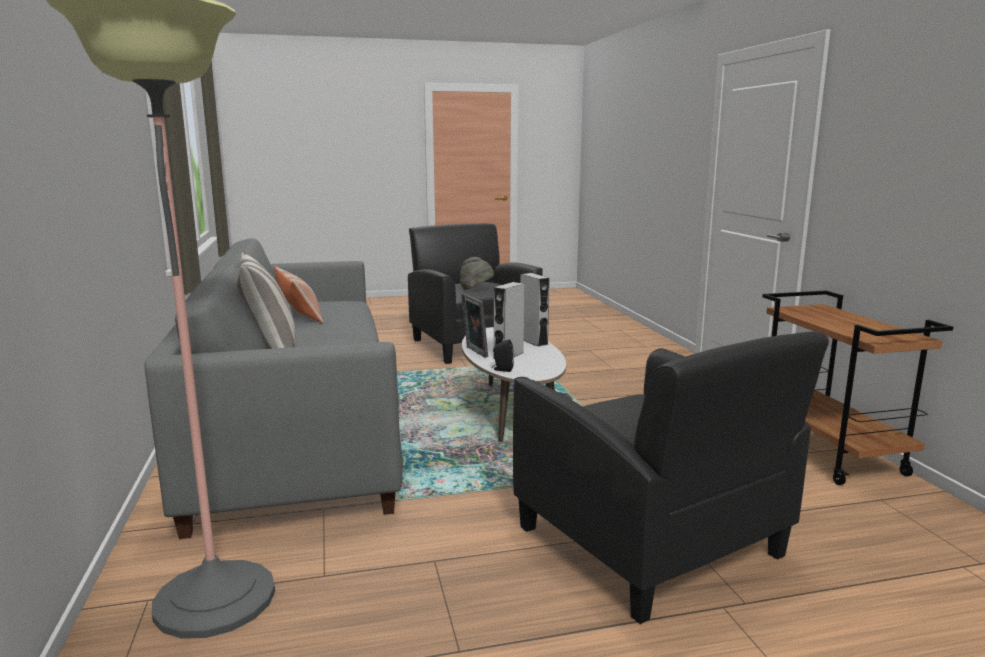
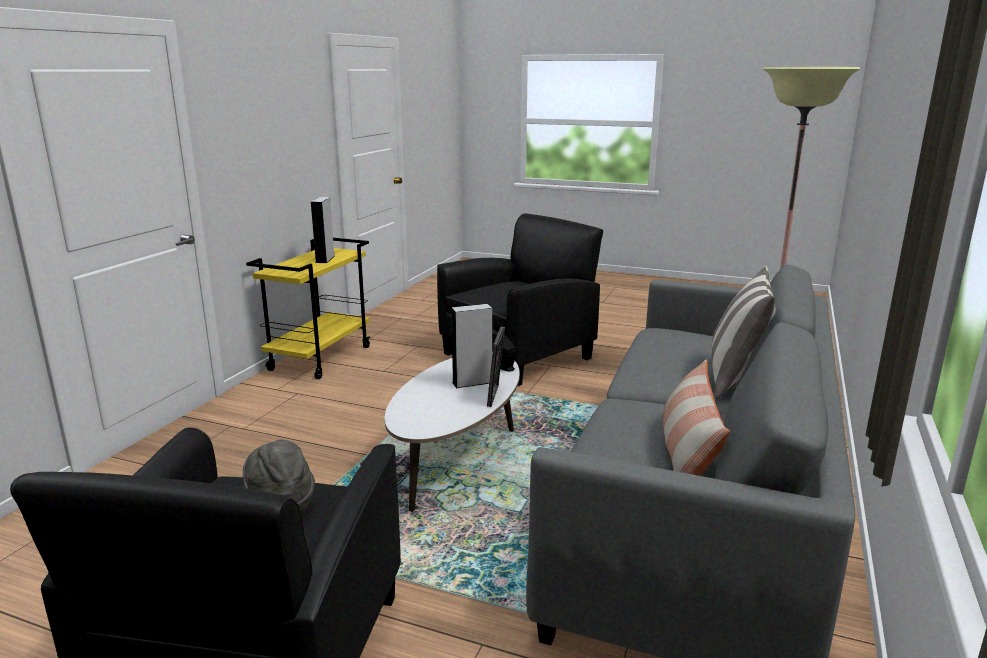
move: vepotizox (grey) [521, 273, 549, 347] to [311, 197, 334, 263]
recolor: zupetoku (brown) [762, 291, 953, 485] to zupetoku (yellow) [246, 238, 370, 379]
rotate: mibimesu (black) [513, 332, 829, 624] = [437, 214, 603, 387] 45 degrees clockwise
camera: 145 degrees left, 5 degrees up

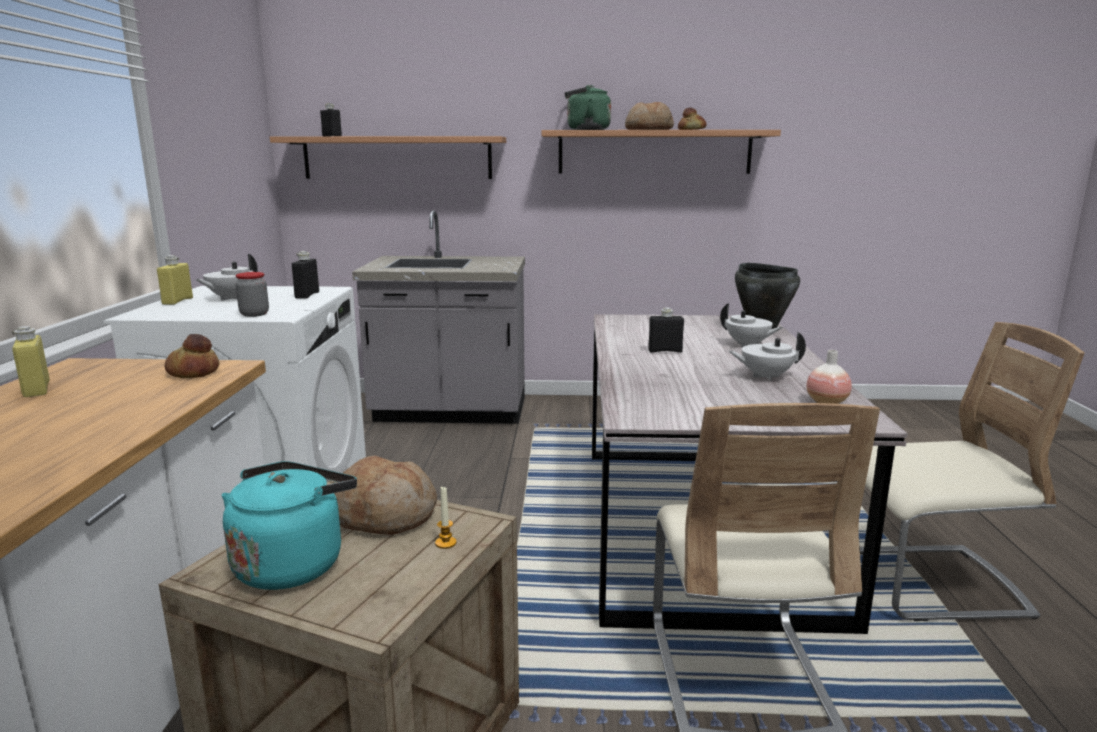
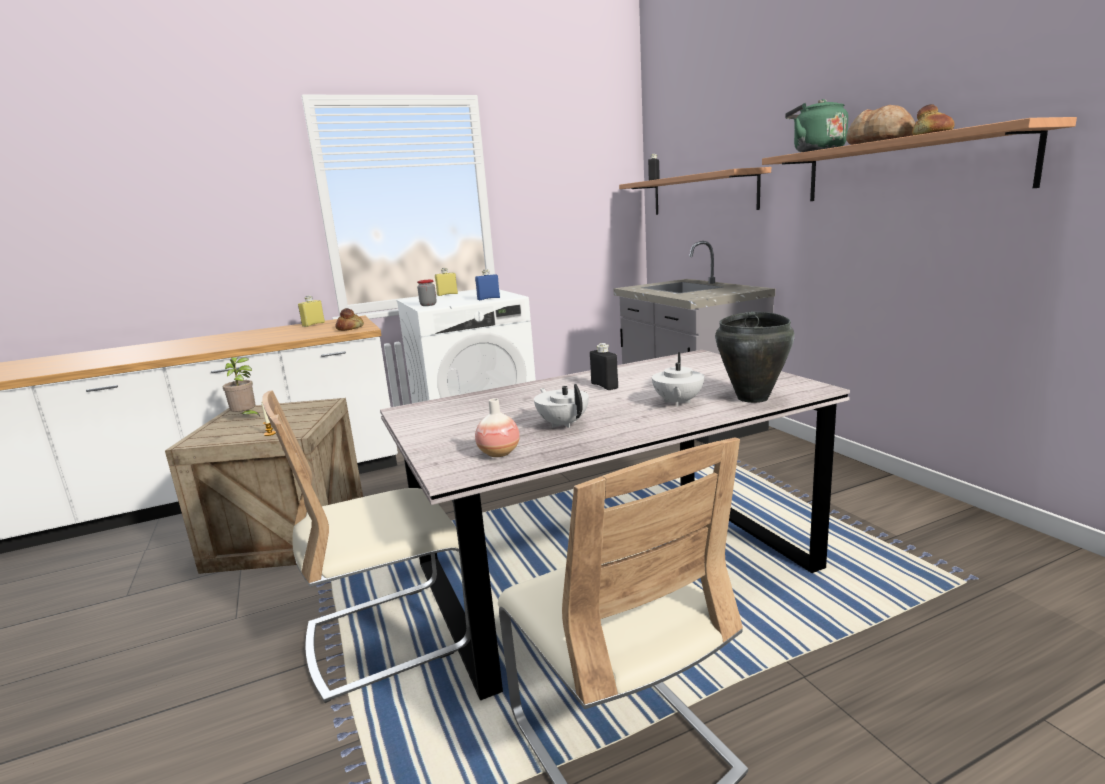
delete: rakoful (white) [195, 254, 258, 301]; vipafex [334, 456, 437, 535]
replace: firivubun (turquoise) [222, 461, 357, 590] to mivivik [223, 357, 260, 416]
recolor: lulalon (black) [292, 251, 319, 299] to lulalon (blue) [475, 269, 500, 300]
camera: 65 degrees right, 0 degrees up

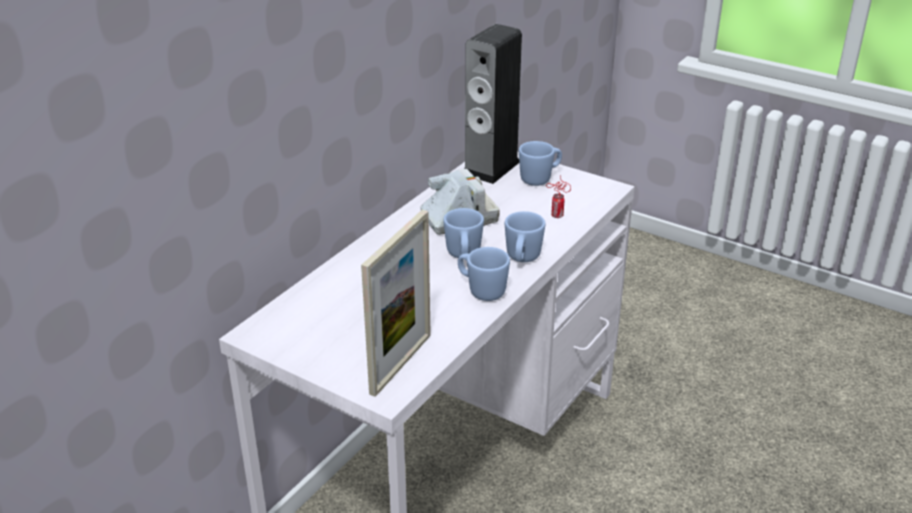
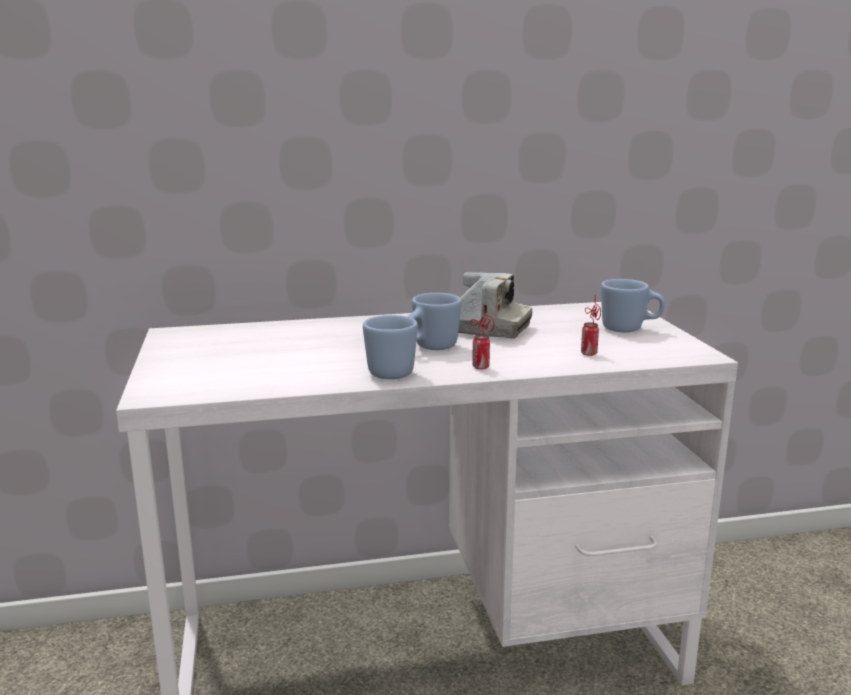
delete: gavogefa [361, 210, 431, 397]; vepotizox [464, 24, 522, 184]
replace: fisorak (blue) [505, 211, 545, 262] to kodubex [470, 305, 494, 370]
camera: 45 degrees right, 15 degrees down

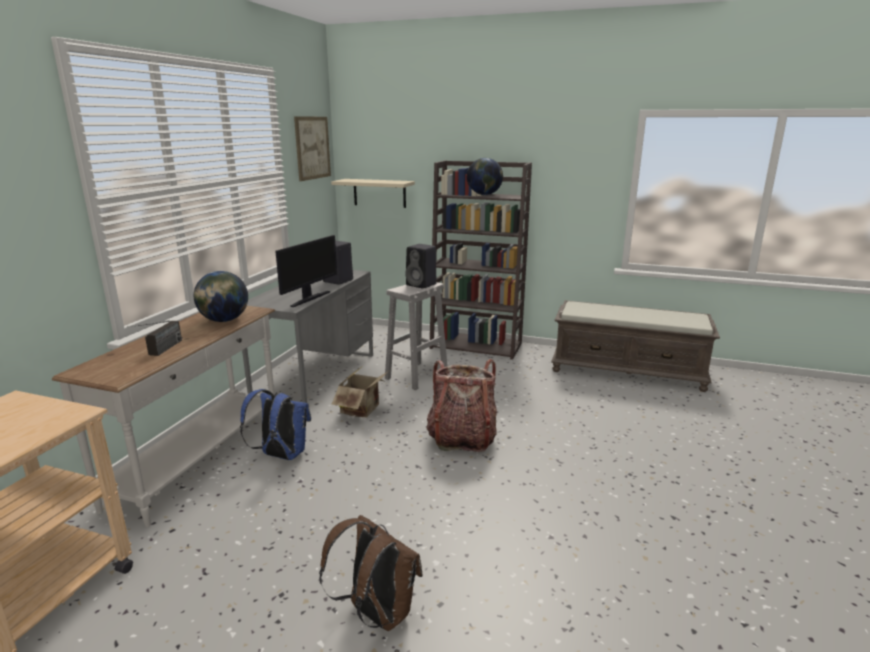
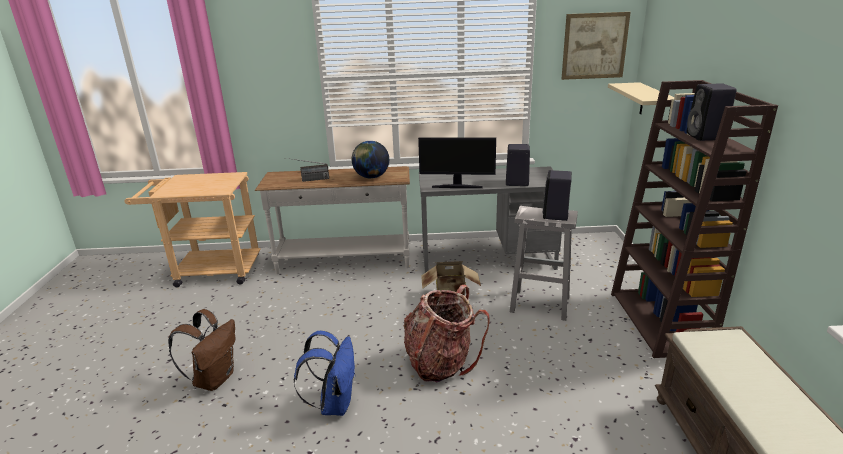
move: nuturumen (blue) [240, 389, 311, 460] to [294, 331, 356, 416]
replace: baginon [467, 158, 503, 195] to vepotizox (black) [687, 83, 737, 141]
camera: 70 degrees right, 5 degrees up

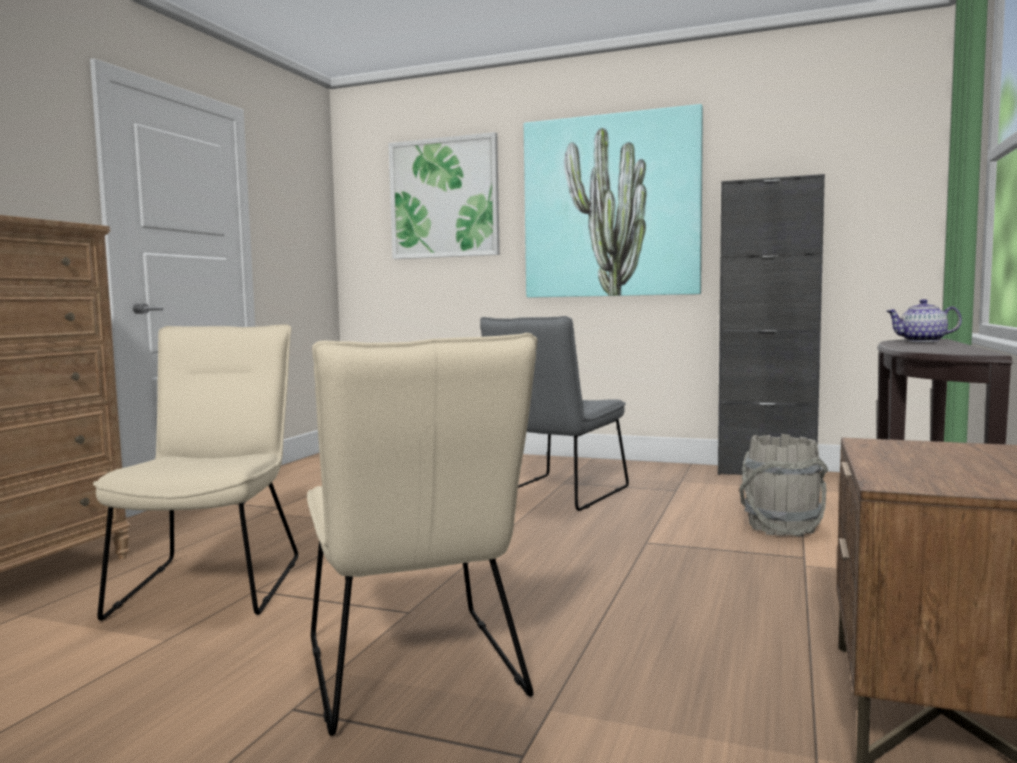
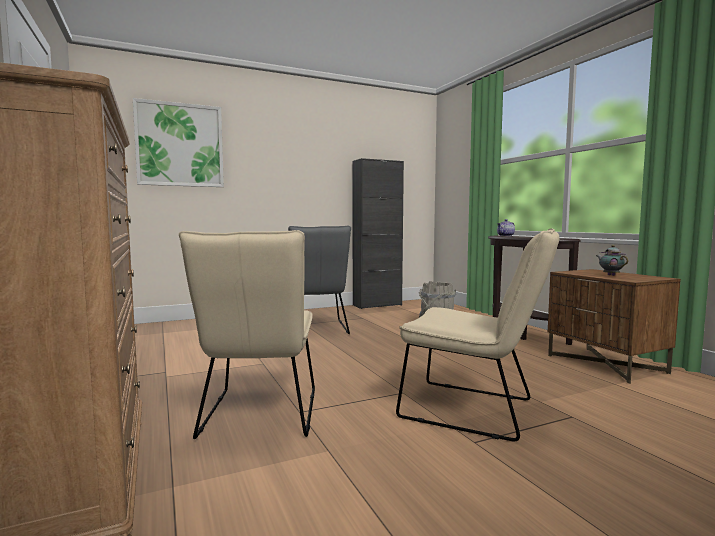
delete: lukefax [524, 104, 703, 298]
insert: rakoful [596, 245, 628, 276]
rotate: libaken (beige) [93, 324, 298, 621] = [179, 230, 315, 439] 135 degrees counterclockwise
camera: 45 degrees left, 0 degrees up

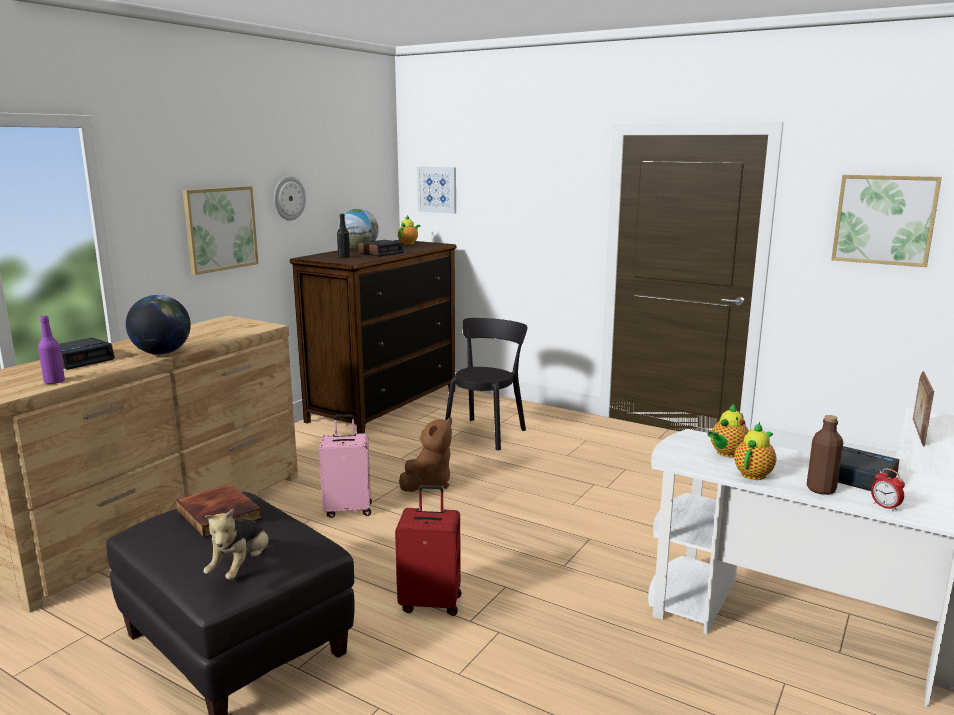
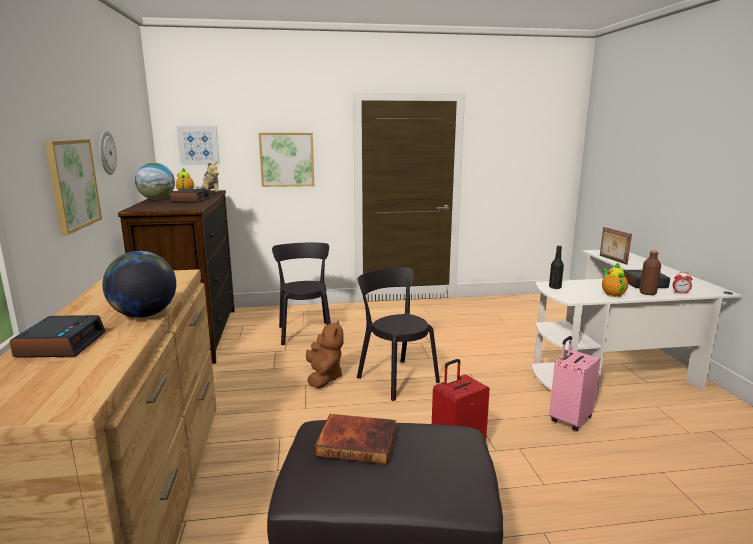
delete: lulalon (purple) [38, 316, 65, 384]; rakoful [708, 403, 749, 457]
insert: libaken (black) [357, 267, 440, 401]
move: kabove [203, 509, 269, 580] to [198, 162, 220, 192]; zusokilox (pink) [319, 414, 372, 518] to [549, 336, 601, 431]; lulalon (black) [337, 214, 350, 258] to [549, 245, 564, 289]; lukefax [831, 175, 942, 267] to [259, 133, 314, 187]
camera: 40 degrees left, 0 degrees up

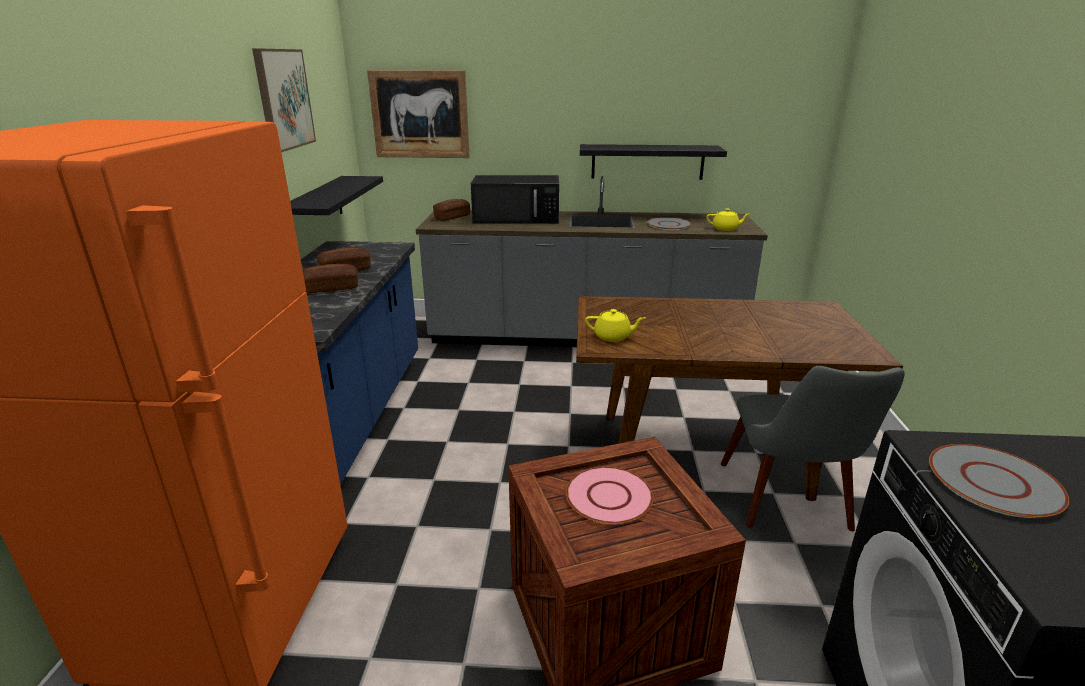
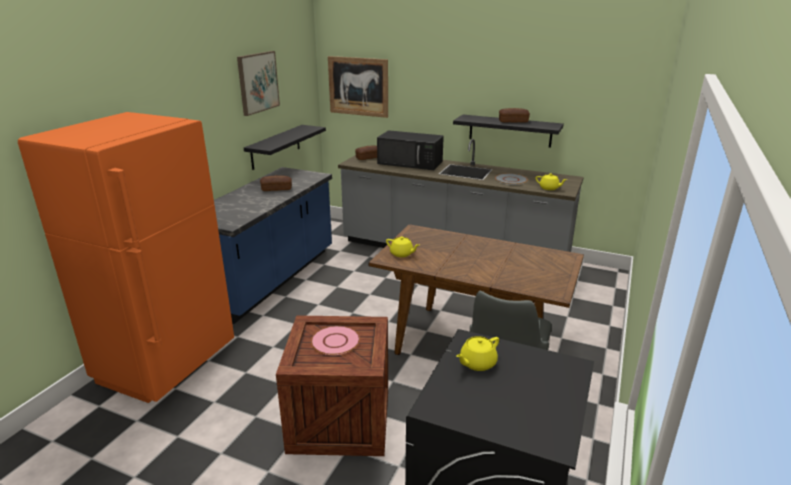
move: vipafex [303, 264, 358, 293] to [499, 108, 530, 123]
replace: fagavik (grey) [929, 444, 1069, 518] to rakoful (yellow) [456, 336, 499, 371]
camera: 20 degrees right, 0 degrees up

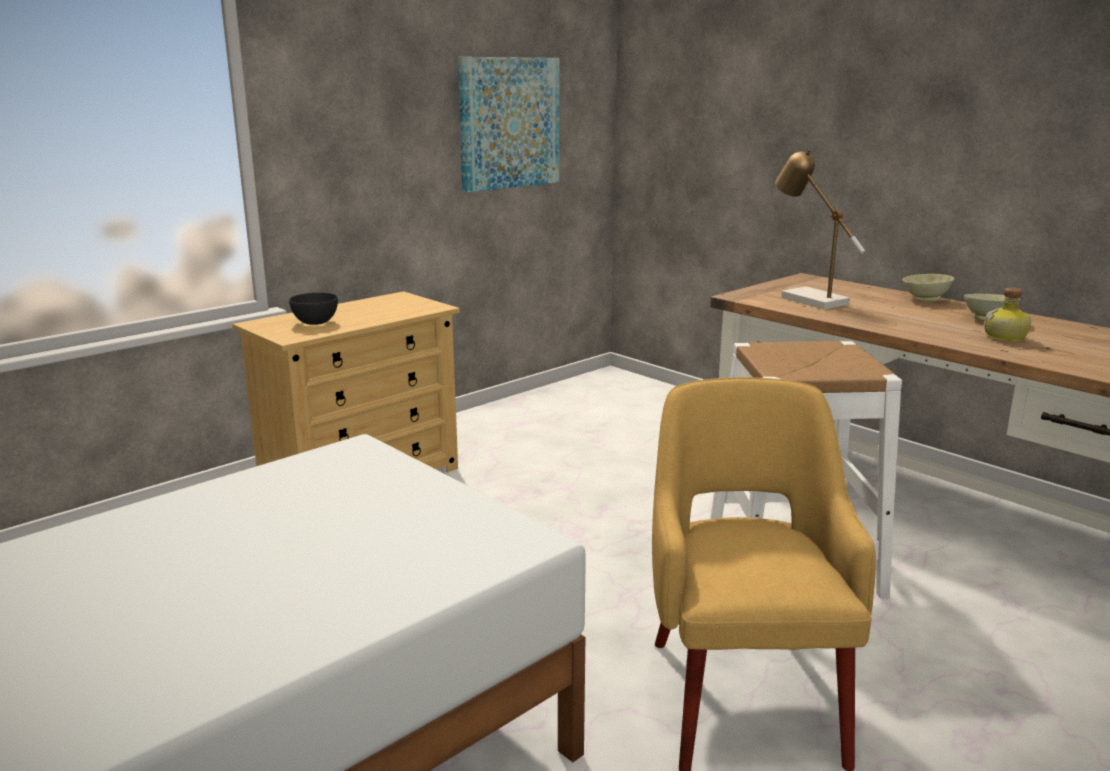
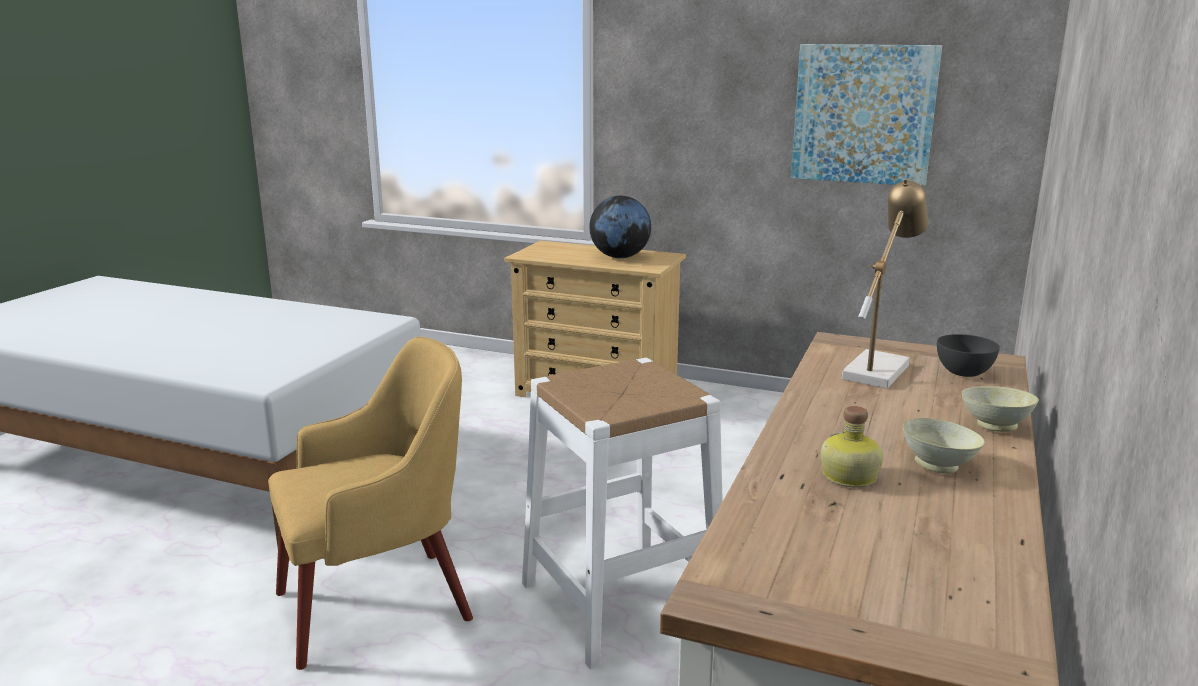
insert: baginon [589, 196, 651, 258]
move: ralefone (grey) [289, 292, 338, 325] to [937, 334, 1000, 377]
camera: 65 degrees right, 0 degrees up

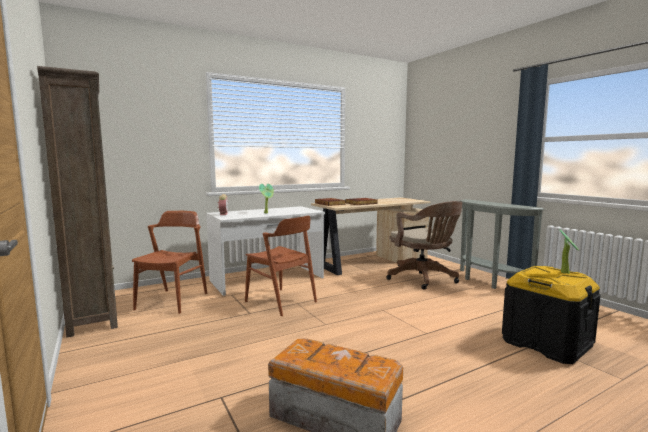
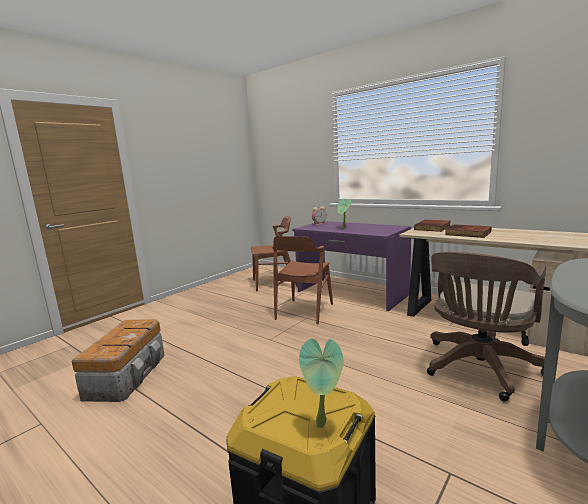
delete: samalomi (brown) [37, 66, 118, 338]
recolor: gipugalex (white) [206, 206, 325, 296] to gipugalex (purple) [292, 221, 411, 311]
camera: 70 degrees right, 5 degrees up

